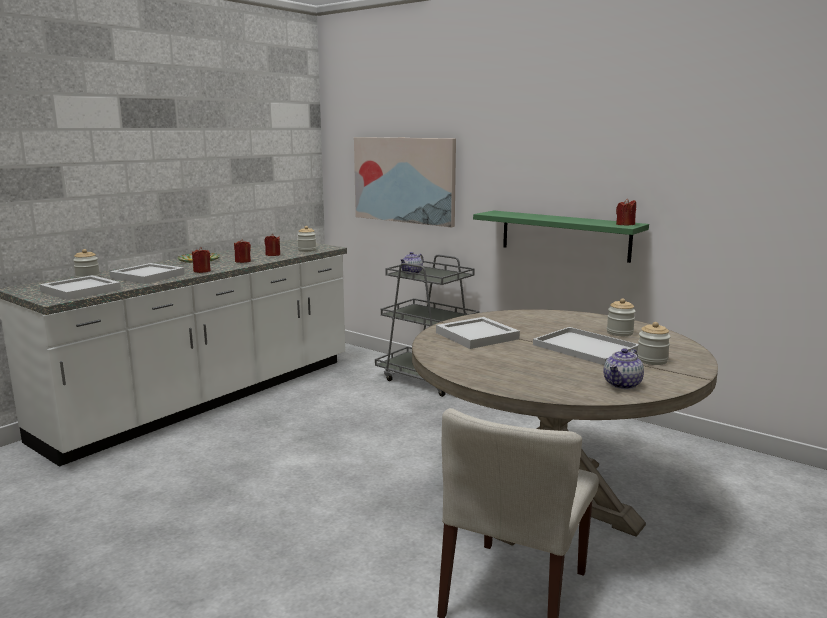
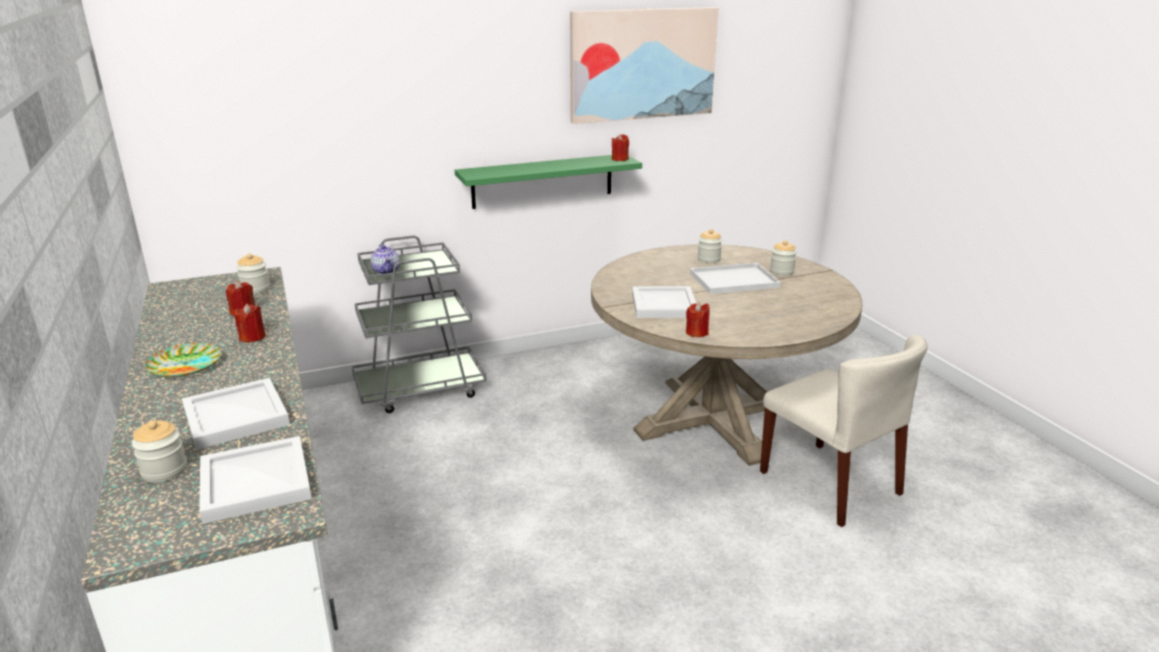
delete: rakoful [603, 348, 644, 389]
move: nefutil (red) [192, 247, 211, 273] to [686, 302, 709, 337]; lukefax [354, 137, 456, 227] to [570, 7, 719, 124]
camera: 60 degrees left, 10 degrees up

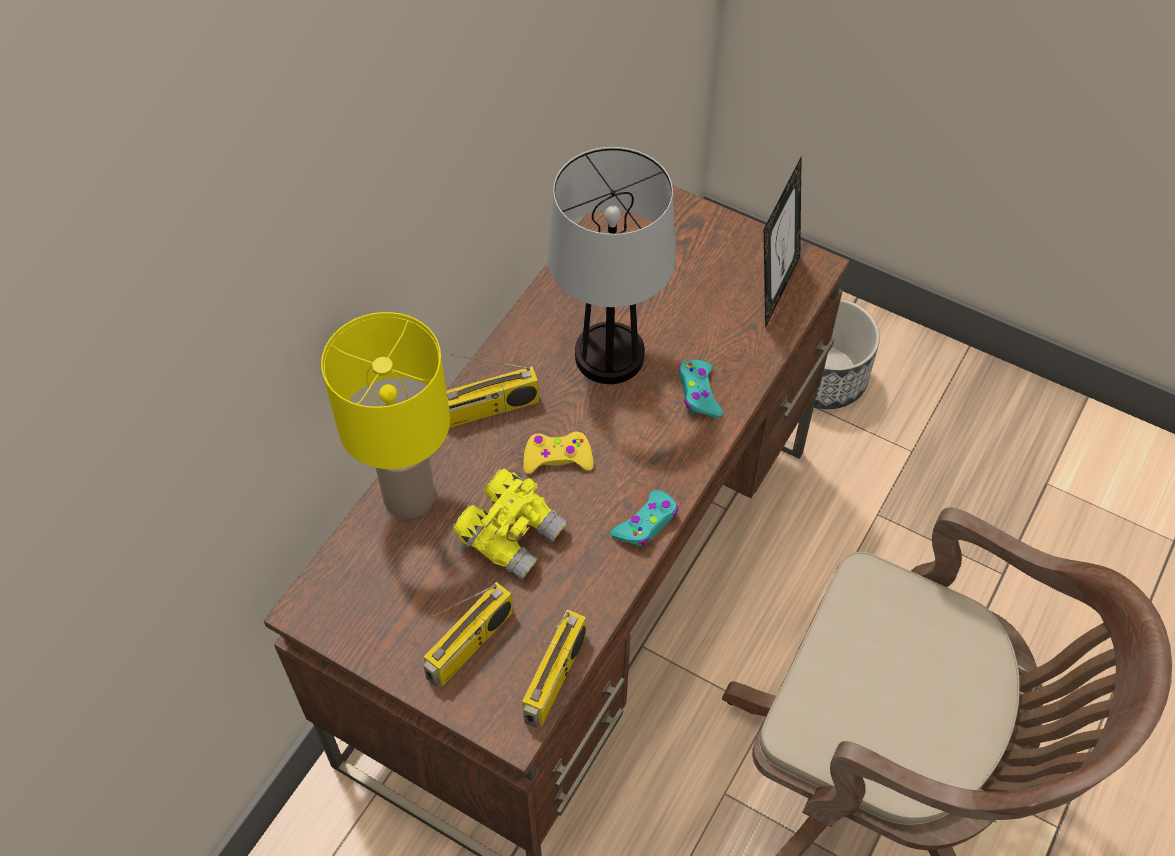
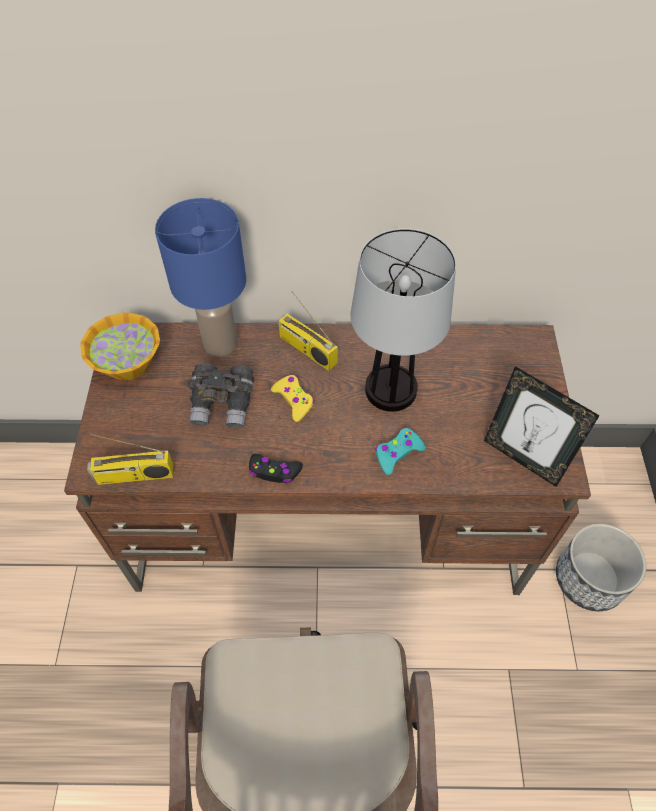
delete: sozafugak [423, 582, 513, 686]
insert: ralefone [80, 313, 160, 380]
recolor: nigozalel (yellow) [321, 312, 450, 519] to nigozalel (blue) [155, 198, 246, 356]; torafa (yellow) [453, 468, 567, 580] to torafa (grey) [187, 363, 254, 428]; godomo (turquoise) [610, 490, 678, 546] to godomo (black) [249, 454, 303, 483]
rotate: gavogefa [764, 156, 802, 328] = [484, 366, 600, 487] 45 degrees clockwise
camera: 60 degrees right, 0 degrees up

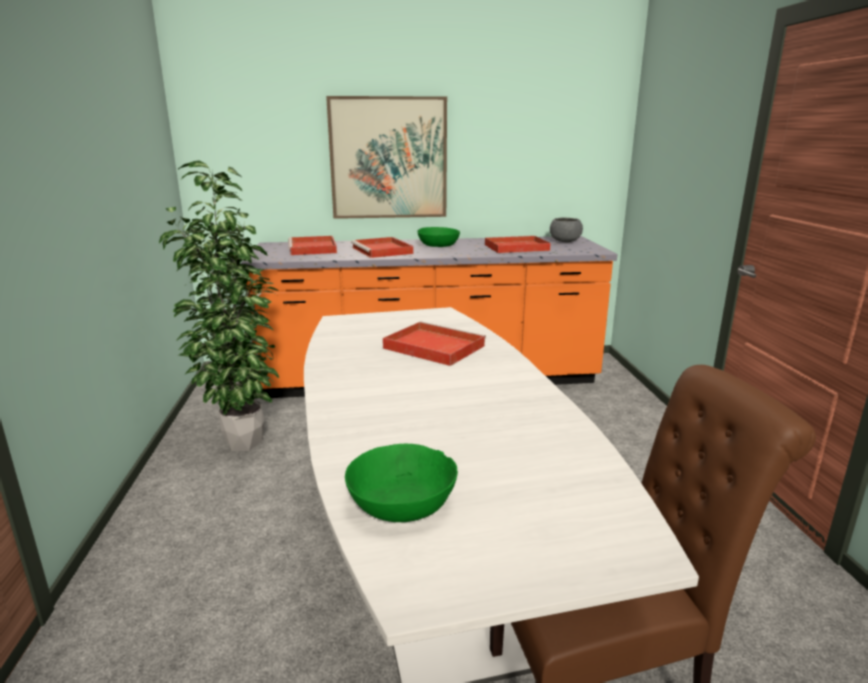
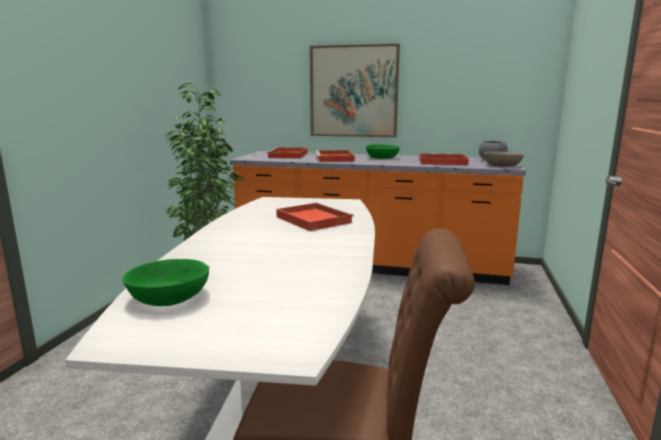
insert: ralefone (grey) [483, 151, 524, 167]
camera: 20 degrees right, 5 degrees down

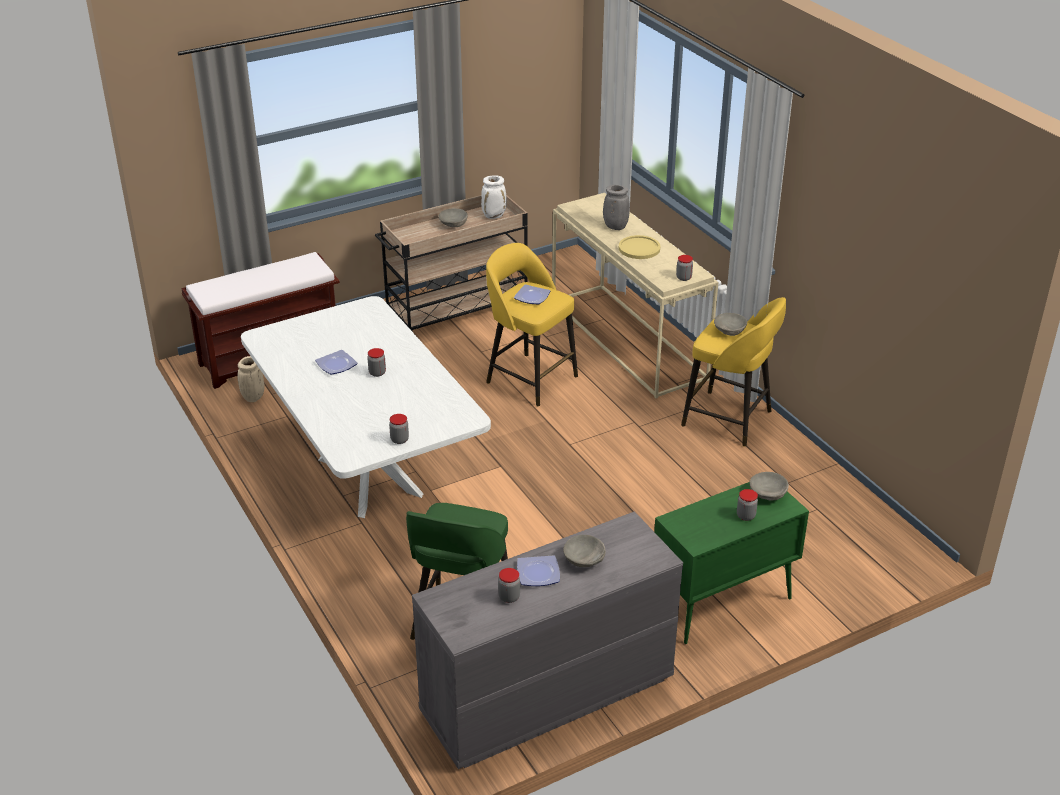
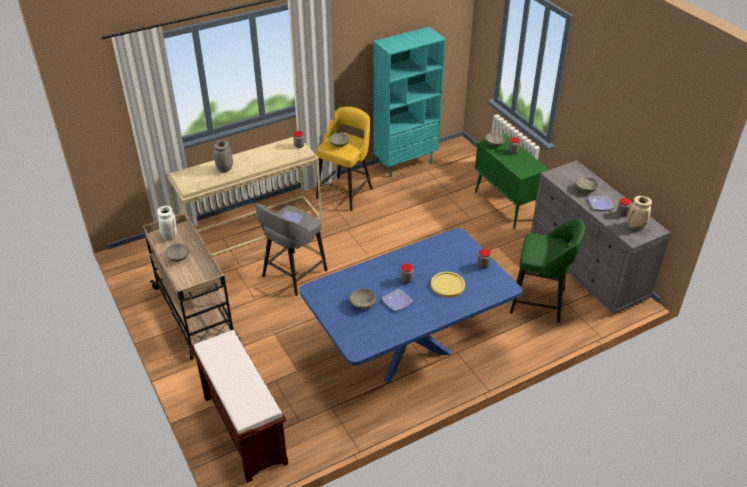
insert: ralefone (grey) [350, 288, 376, 309]; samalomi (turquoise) [373, 27, 446, 177]
move: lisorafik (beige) [238, 356, 265, 402] to [627, 196, 652, 230]; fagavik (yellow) [619, 235, 660, 259] to [431, 272, 465, 297]
recolor: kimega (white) [241, 296, 491, 518] to kimega (blue) [300, 228, 522, 383]; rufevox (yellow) [486, 243, 578, 406] to rufevox (grey) [256, 204, 328, 296]
camera: 90 degrees left, 5 degrees up

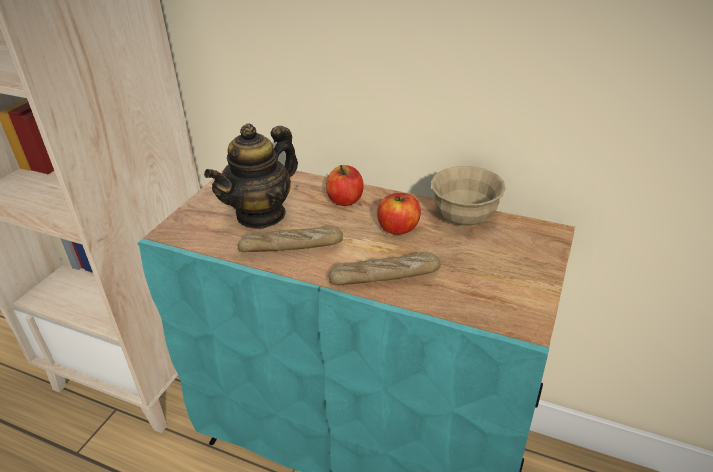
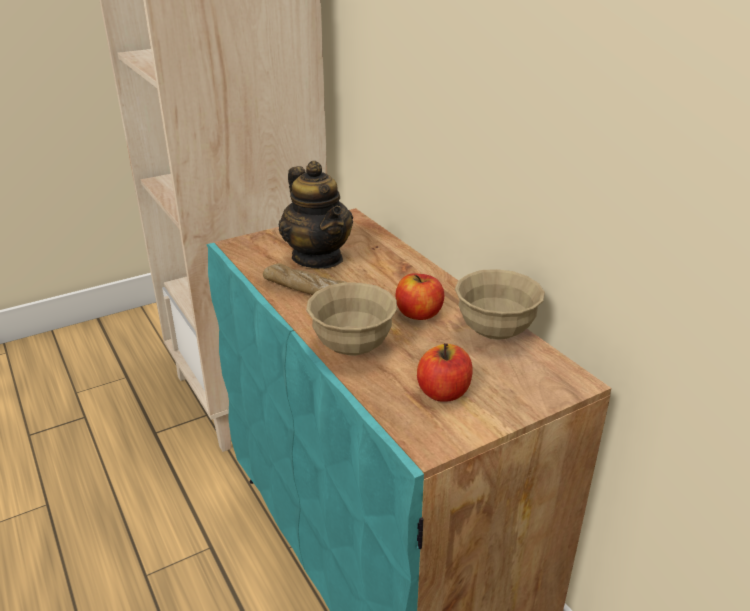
move: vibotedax [326, 165, 364, 206] to [417, 343, 473, 402]
replace: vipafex [329, 252, 441, 285] to ralefone (beige) [306, 282, 397, 356]
rotate: rakoful [204, 123, 298, 229] = [279, 161, 353, 269] 105 degrees counterclockwise
camera: 35 degrees right, 5 degrees down

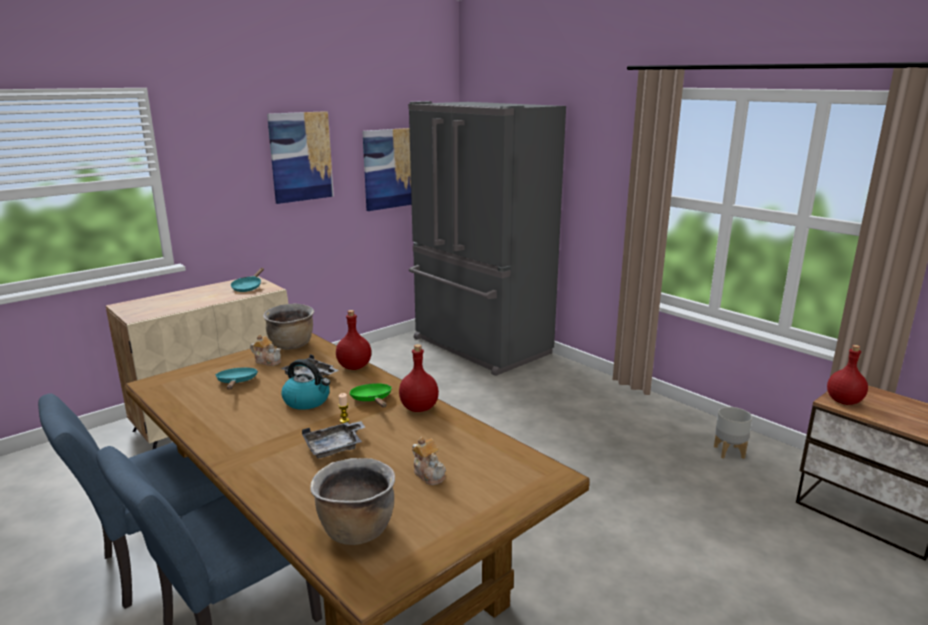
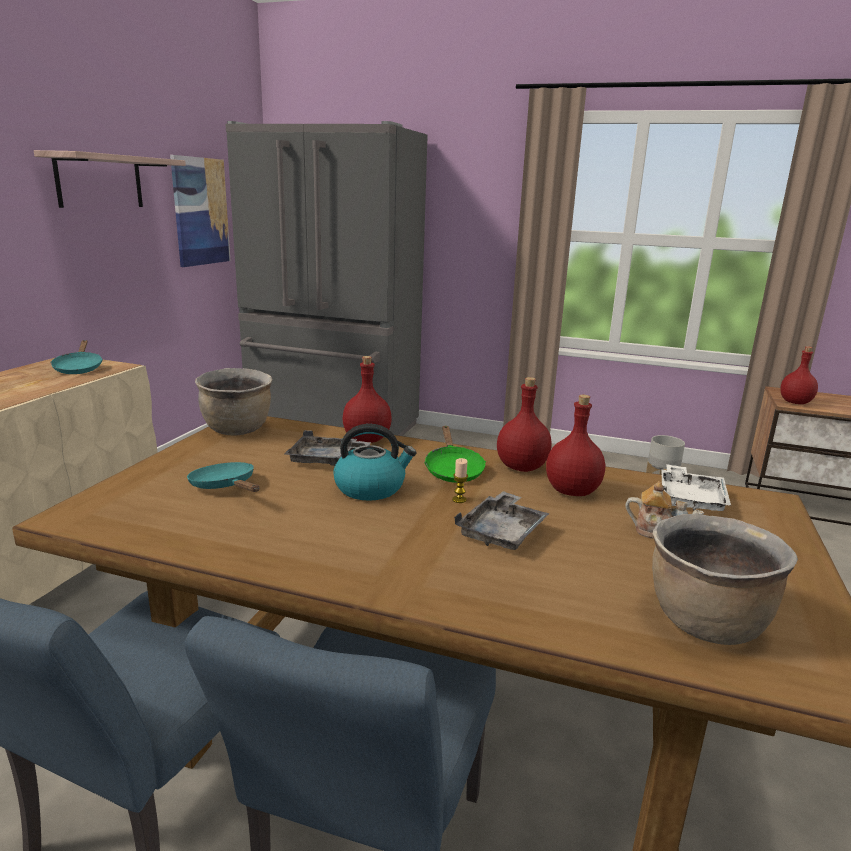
delete: rakoful [250, 334, 281, 366]
insert: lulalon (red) [546, 395, 605, 496]; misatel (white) [661, 464, 731, 511]
replace: lukefax [267, 111, 334, 204] to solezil [34, 150, 186, 208]
rotate: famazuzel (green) [349, 383, 392, 408] = [424, 426, 486, 483] 135 degrees counterclockwise
camera: 30 degrees left, 0 degrees up

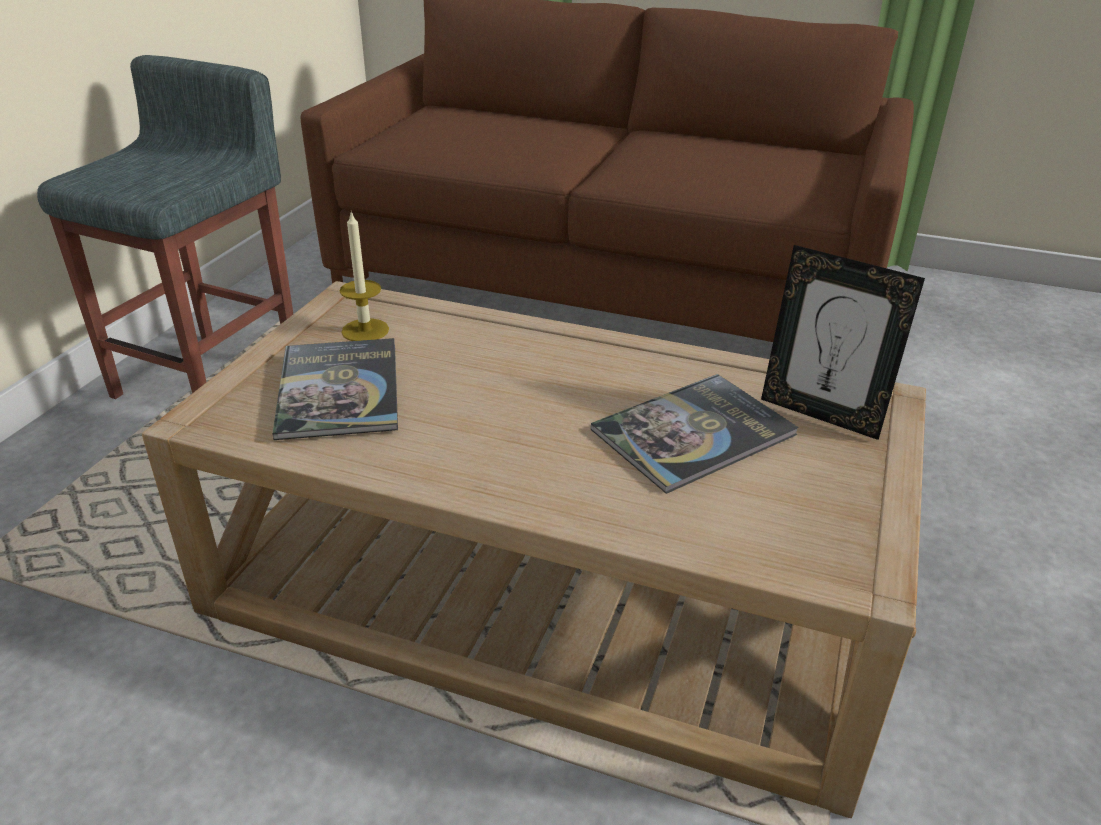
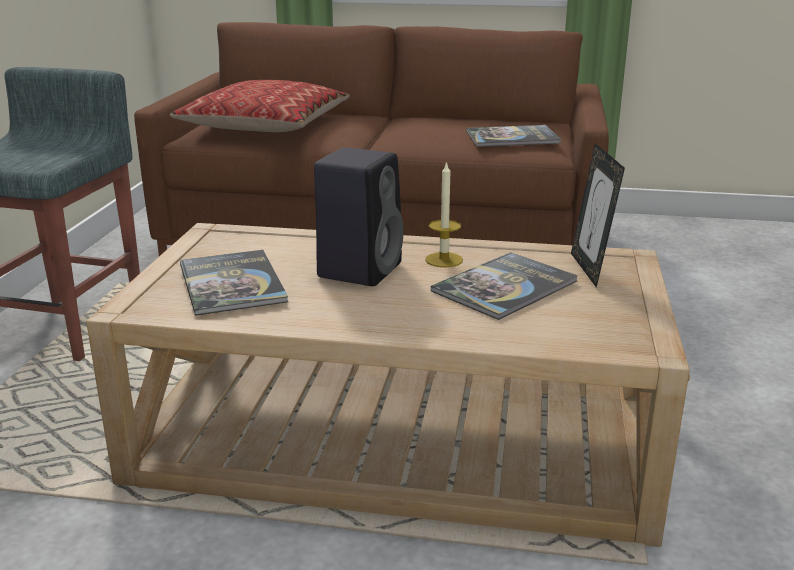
insert: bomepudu [170, 80, 350, 132]; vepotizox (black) [314, 147, 404, 286]; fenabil [467, 125, 561, 147]
move: nefutil [340, 212, 389, 341] to [425, 161, 463, 268]
rotate: gavogefa [761, 245, 925, 440] = [571, 143, 625, 288] 60 degrees clockwise
camera: 10 degrees left, 10 degrees down

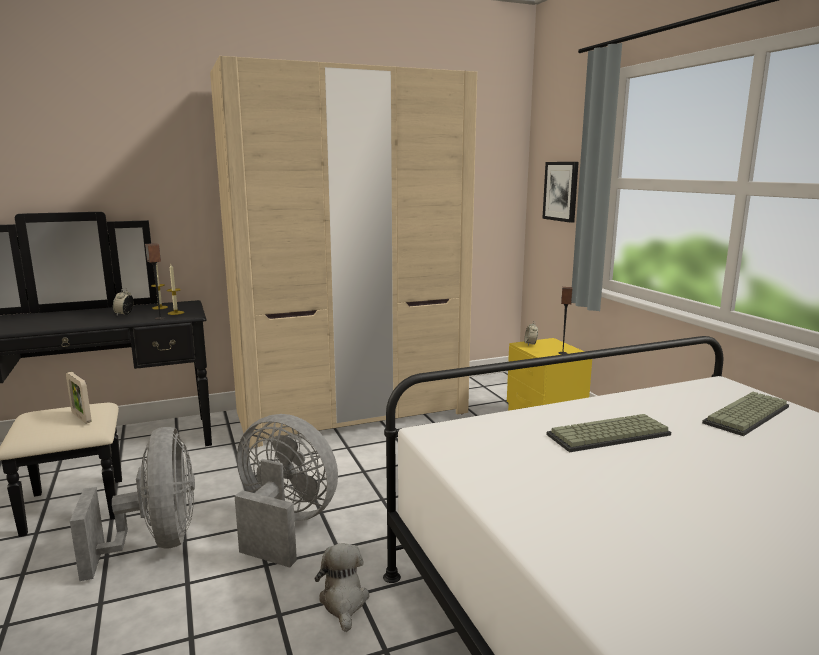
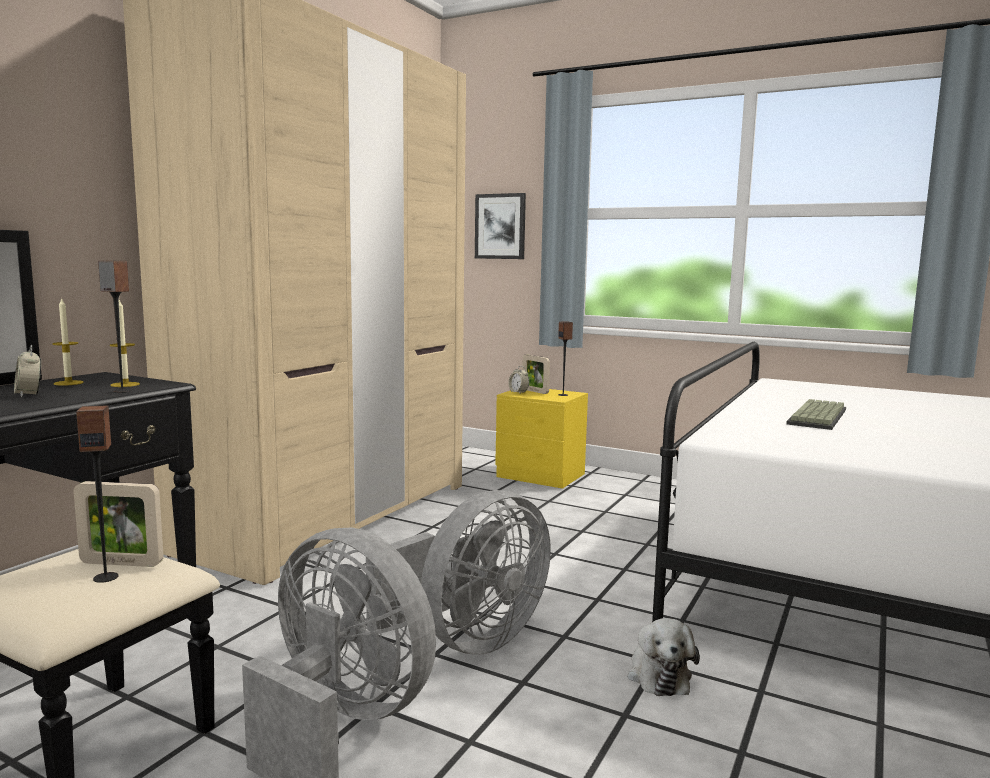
delete: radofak [702, 392, 789, 436]
insert: vepotizox [76, 405, 119, 583]; gavogefa [522, 355, 550, 394]
rotate: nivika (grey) [235, 414, 338, 567] = [366, 490, 551, 655] 150 degrees clockwise; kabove [315, 543, 369, 632] = [627, 618, 700, 696] 135 degrees counterclockwise
camera: 40 degrees left, 5 degrees down

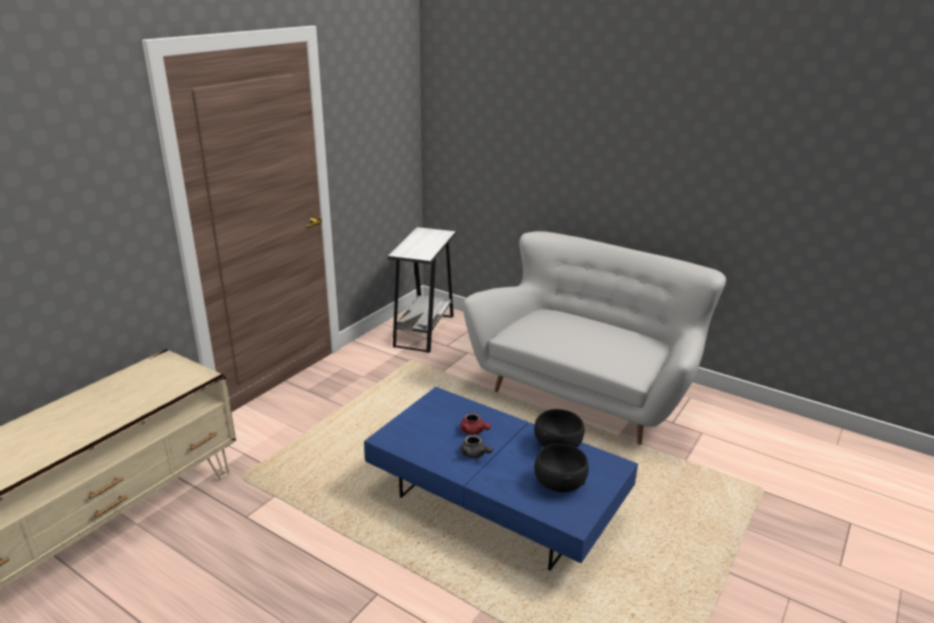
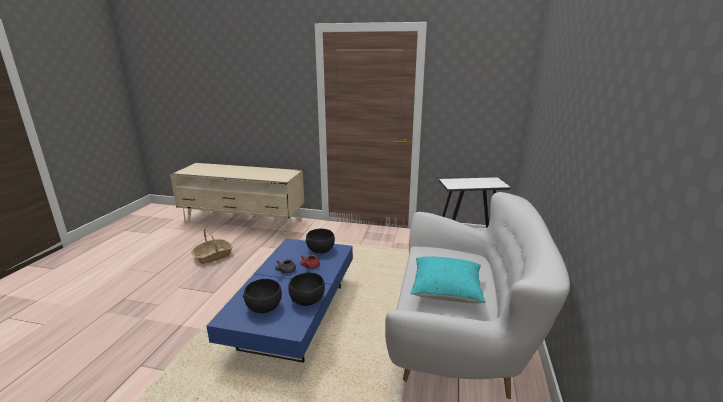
insert: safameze [191, 228, 233, 264]; ralefone (black) [306, 229, 335, 253]; bomepudu (turquoise) [410, 256, 486, 303]
camera: 70 degrees right, 5 degrees down

